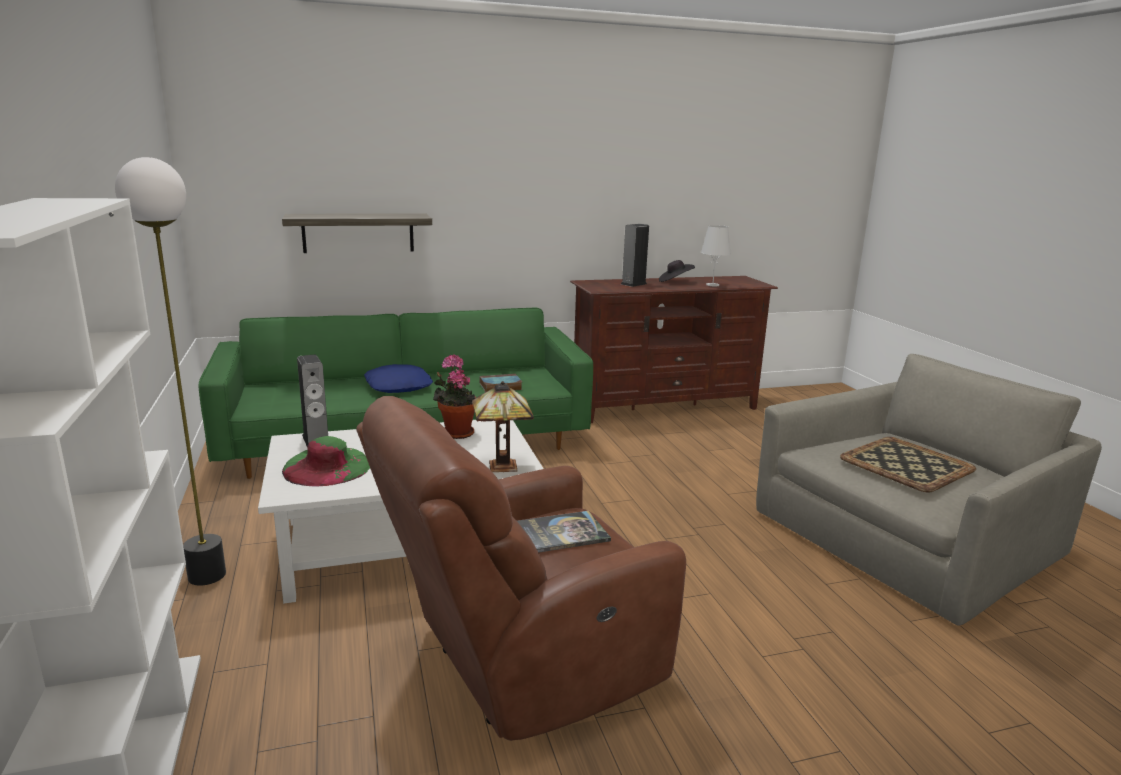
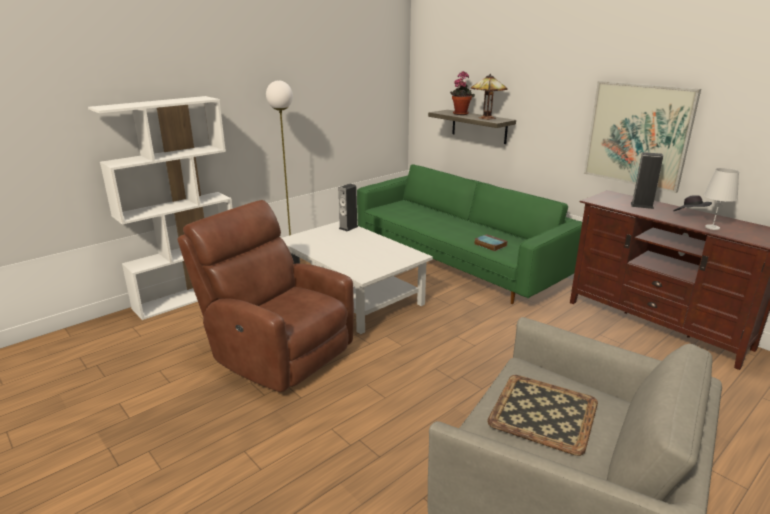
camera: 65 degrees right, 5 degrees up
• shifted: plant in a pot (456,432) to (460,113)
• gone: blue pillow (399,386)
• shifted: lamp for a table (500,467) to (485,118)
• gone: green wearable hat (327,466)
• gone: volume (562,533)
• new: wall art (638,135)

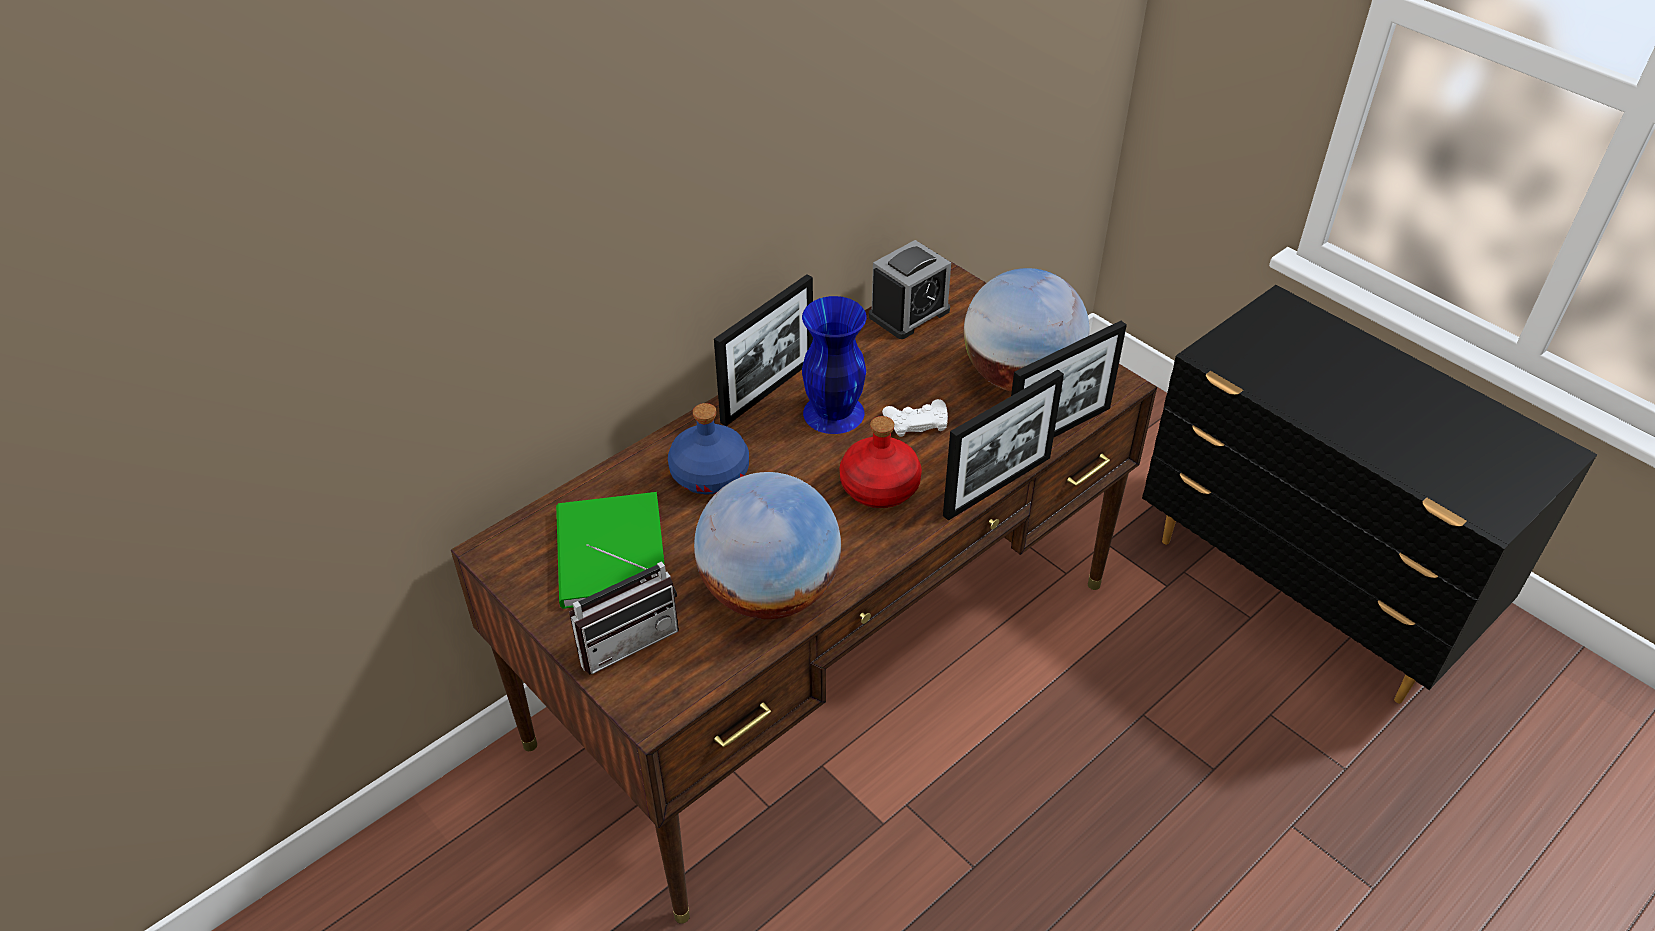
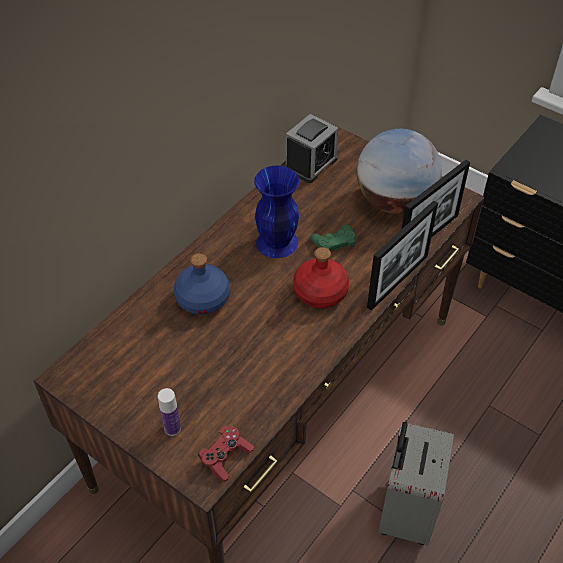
camera: 10 degrees left, 5 degrees up
• gone: photo frame (768,391)
• repainted: white gamepad (916,422) to green gamepad (334,242)
• gone: world globe (769,592)
• gone: green volume (607,556)
• swapped: radio receiver (625,637) to beverage bottle (172,428)
• new: grey suitcase (405,511)
• new: red-coloured gamepad (225,457)

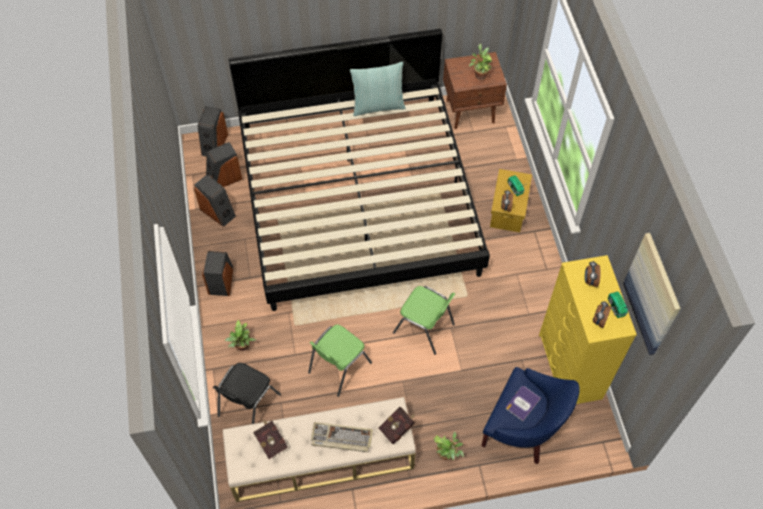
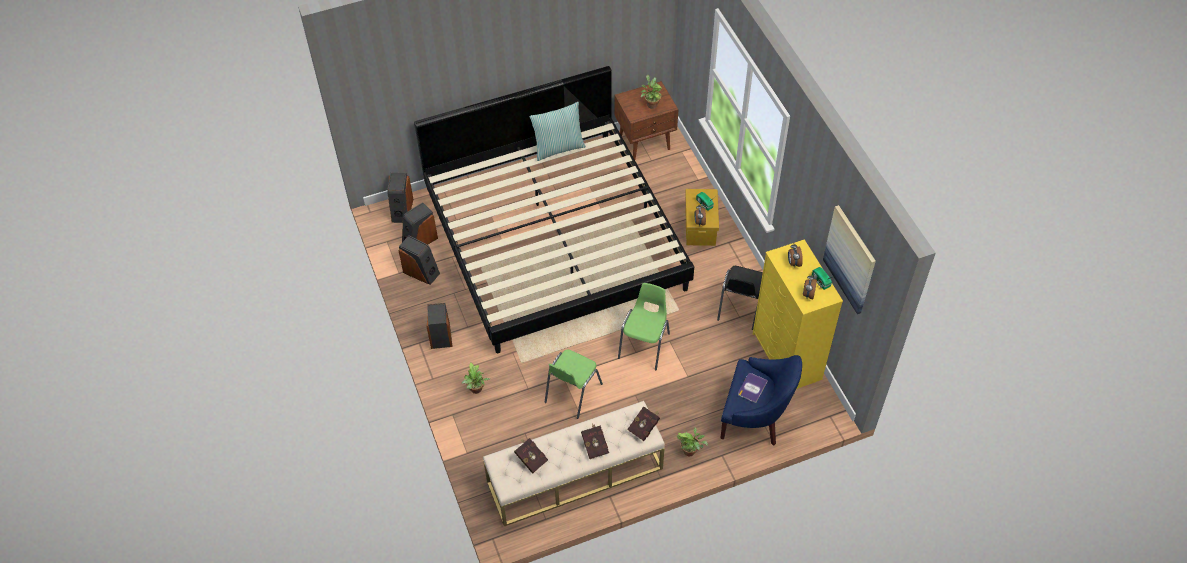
camera: 10 degrees left, 5 degrees down
• rotated: green plain chair (424,329) = (645,345) 90 degrees counterclockwise
• shifted: black plain chair (248,405) to (740,308)
• swapped: keyboard (341,438) to red-coloured volume (595,445)

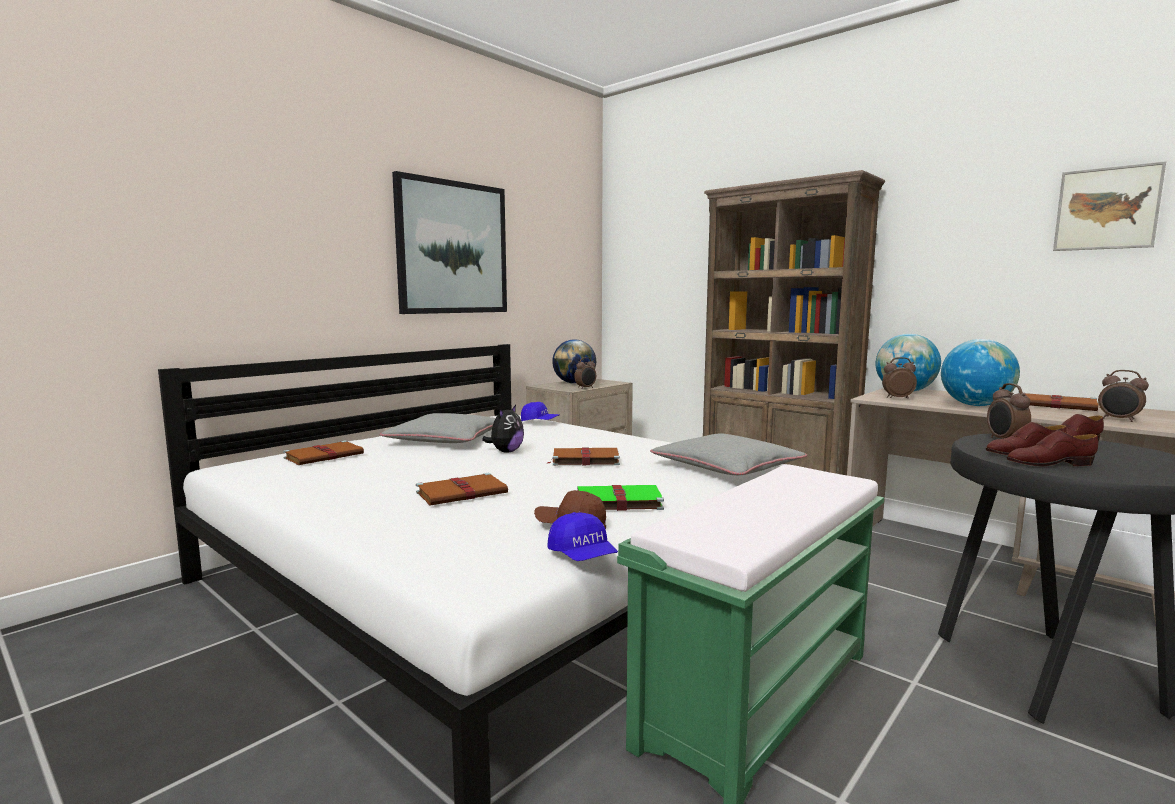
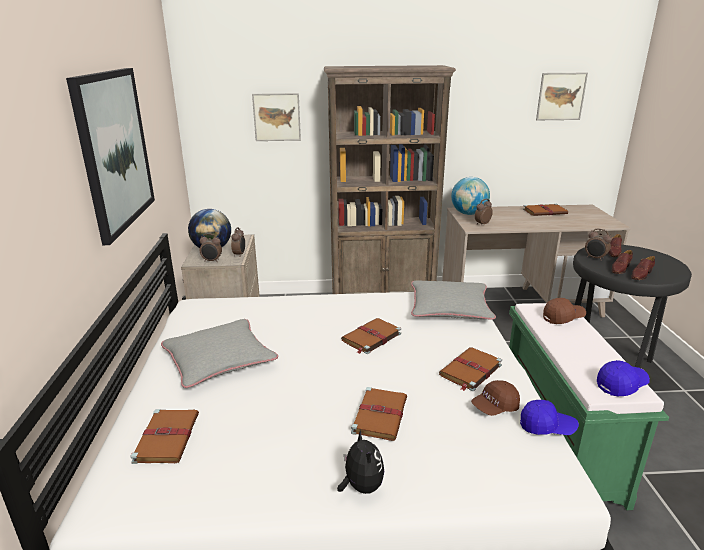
camera: 45 degrees left, 15 degrees up
• gone: world globe (975,405)
• shifted: alarm clock (1119,419) to (212,261)
• shifted: blue cap (539,422) to (621,385)
• shifted: cuddly toy (506,451) to (361,486)
• repainted: green volume (617,501) to brown volume (470,371)
• new: wall art (277,117)
• new: brown cap (563,318)

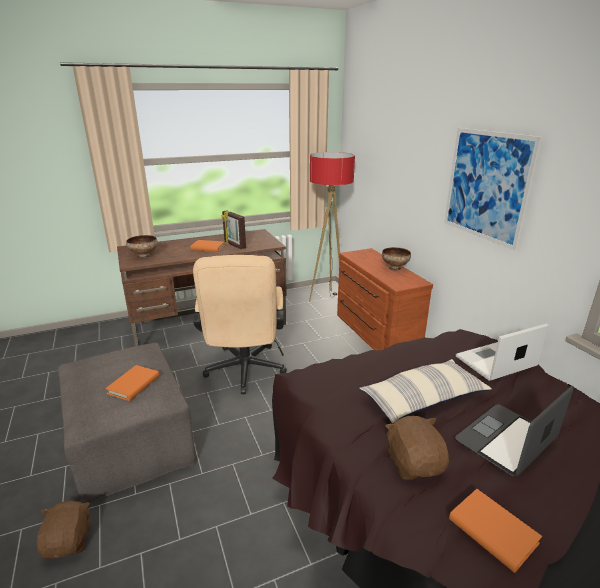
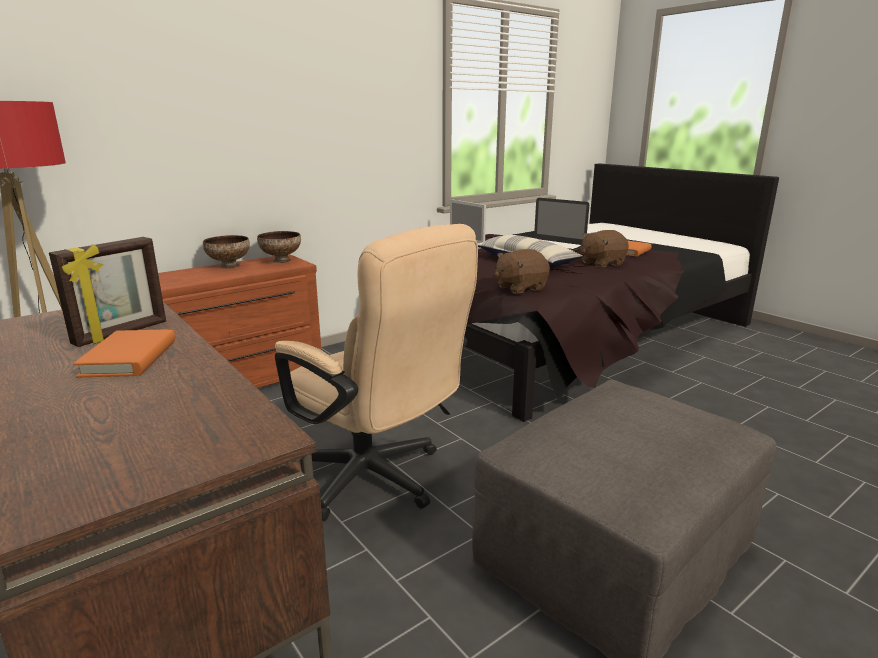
camera: 105 degrees left, 5 degrees down
• gone: wall art (486,186)
• shifted: deep dish (144,256) to (281,260)
• rotated: beige office chair (244,372) = (376,480) 60 degrees clockwise
• gone: orange volume (134,385)
• shifted: brown cuddly toy (69,541) to (520,288)

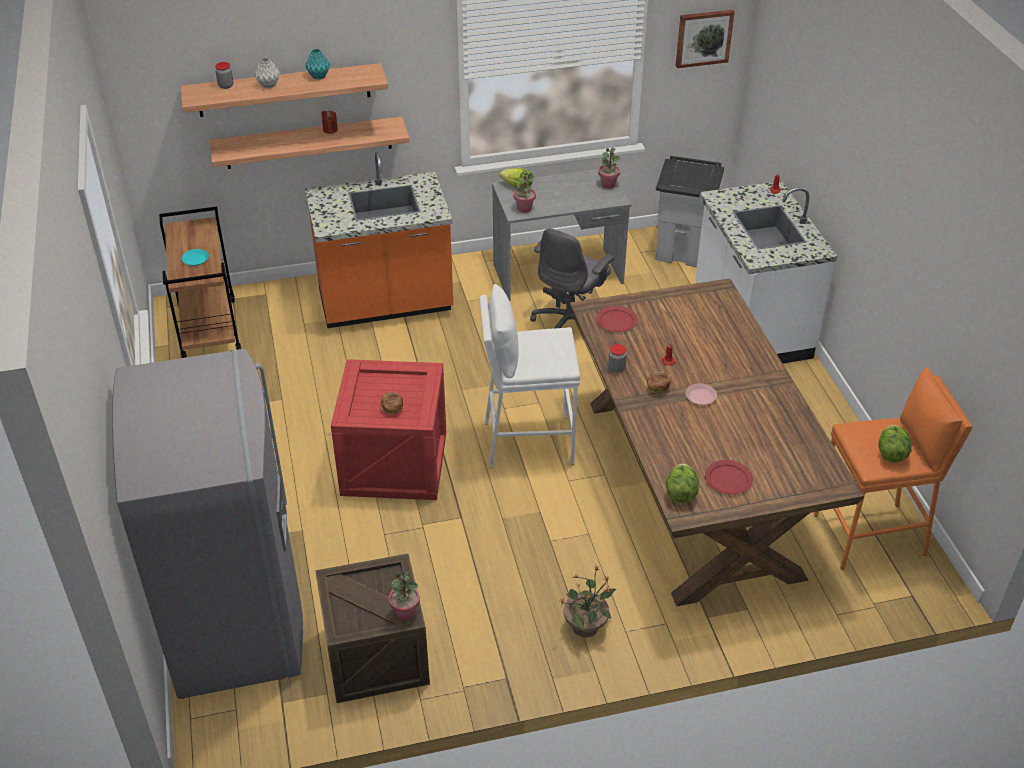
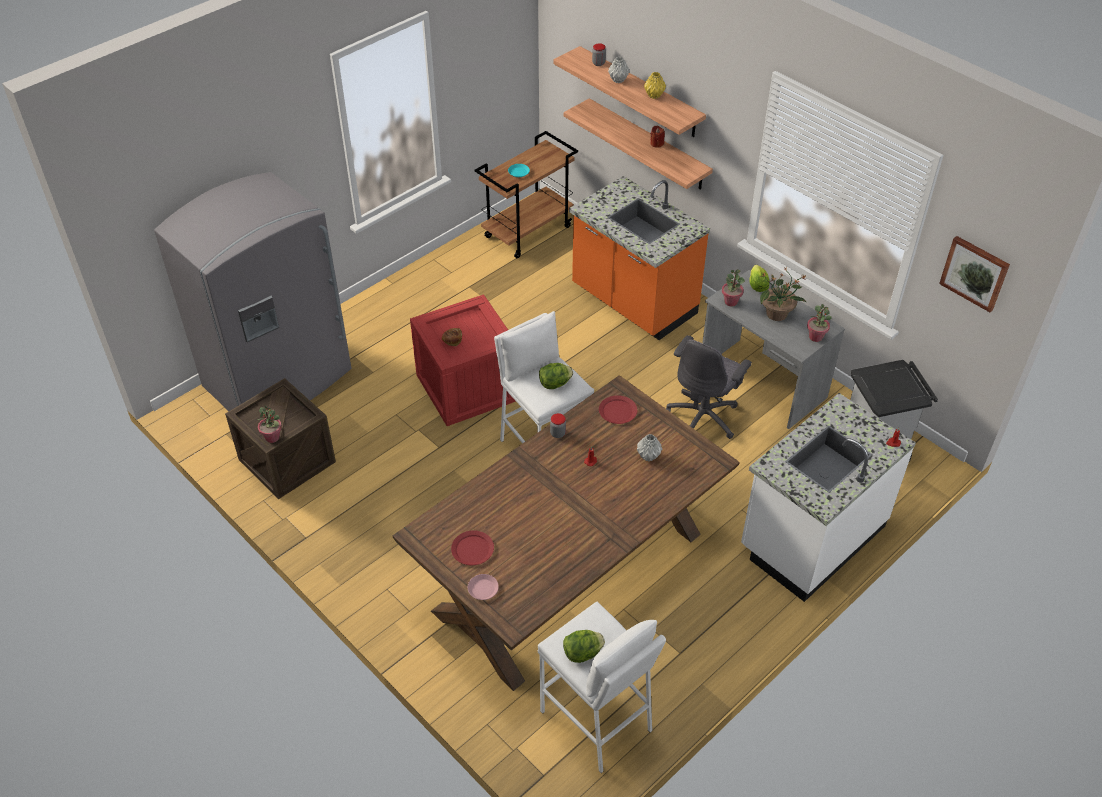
camera: 60 degrees right, 5 degrees up
• repainted: turquoise-coloured flower vase (318,77) to yellowish flower vase (653,96)
• rotated: grey office chair (570,324) = (703,417) 60 degrees counterclockwise
• repainted: orange stool (870,536) to white stool (596,721)
• gone: bakery bread (657,388)
• shifted: pink-coloured plate (700,397) to (483,589)
• shifted: lettuce head (680,493) to (555,384)
• shifted: plant in a pot (586,626) to (777,314)
• new: grey flower vase (648,457)

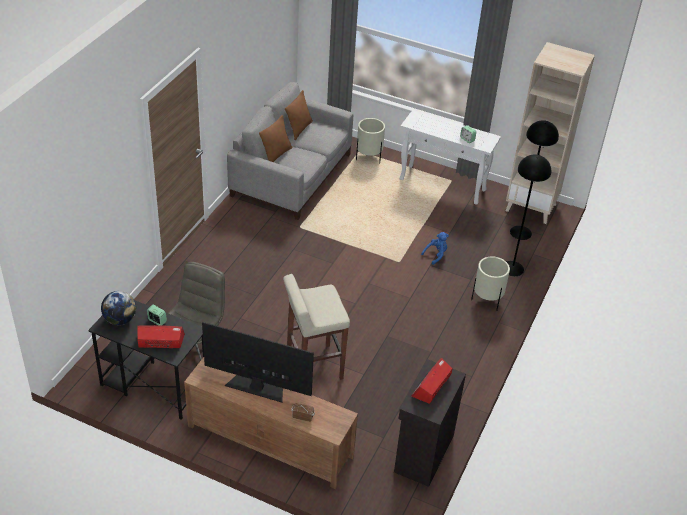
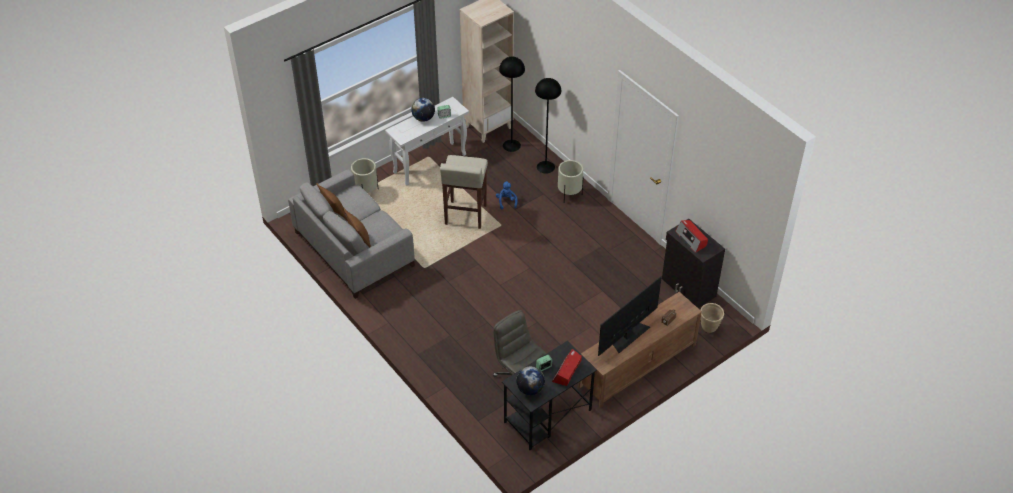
camera: 60 degrees left, 5 degrees up
• shifted: beige stool (313,366) to (465,215)
• new: world globe (423,118)
• new: beige plant pot (709,328)

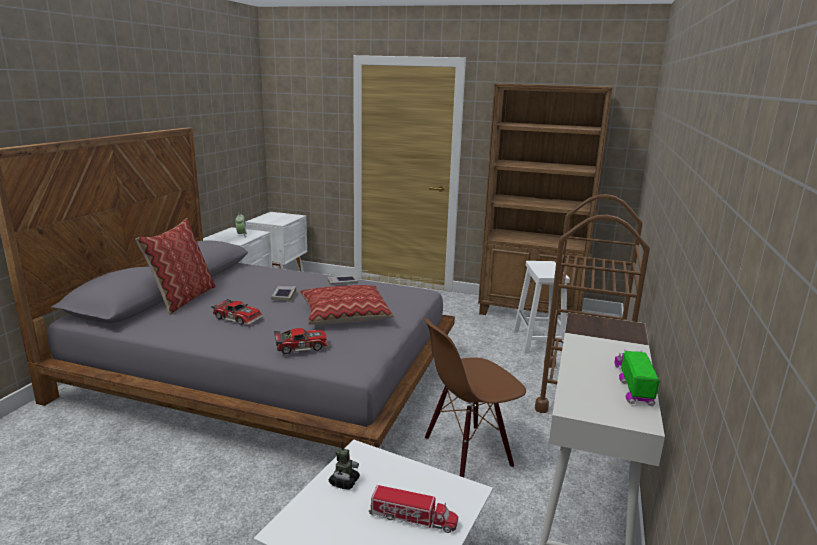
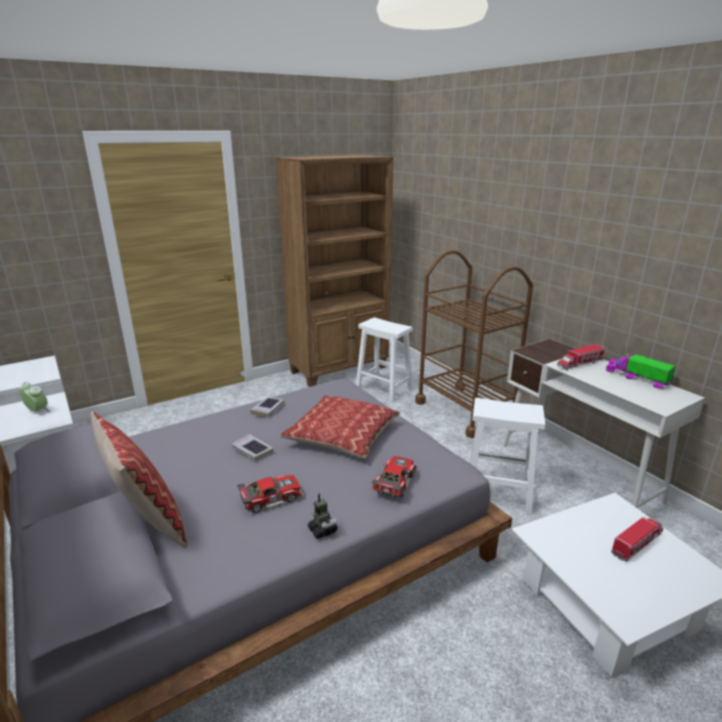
camera: 50 degrees left, 5 degrees up
• swapped: brown plain chair (467,453) to white stool (496,492)
• shifted: model robot (344,482) to (322,530)
• new: toy truck (579,364)

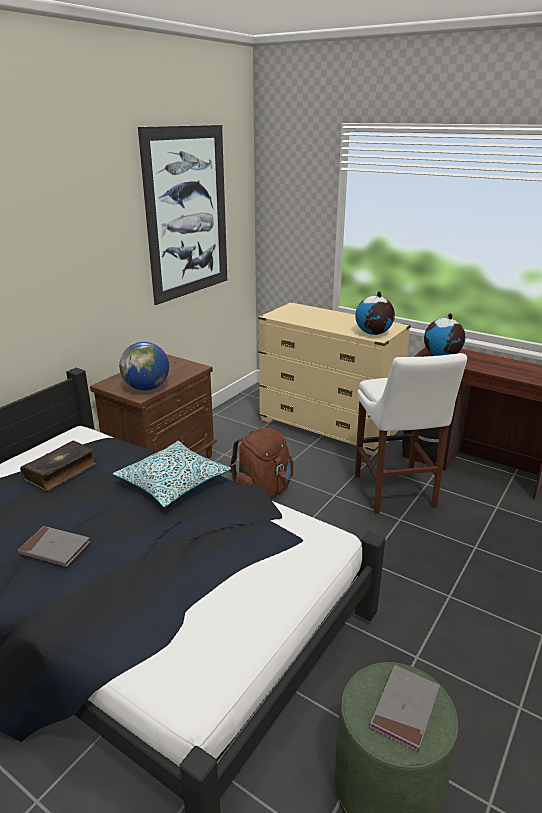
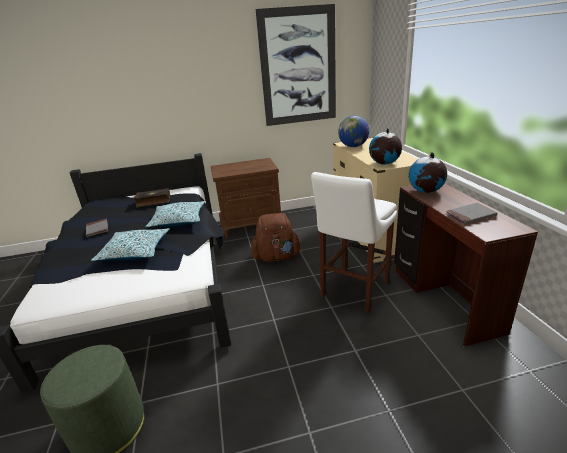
camera: 45 degrees right, 0 degrees up
• shifted: world globe (147,388) to (353,146)
• shifted: grey volume (405,709) to (470,216)
• new: pillow (135,252)

